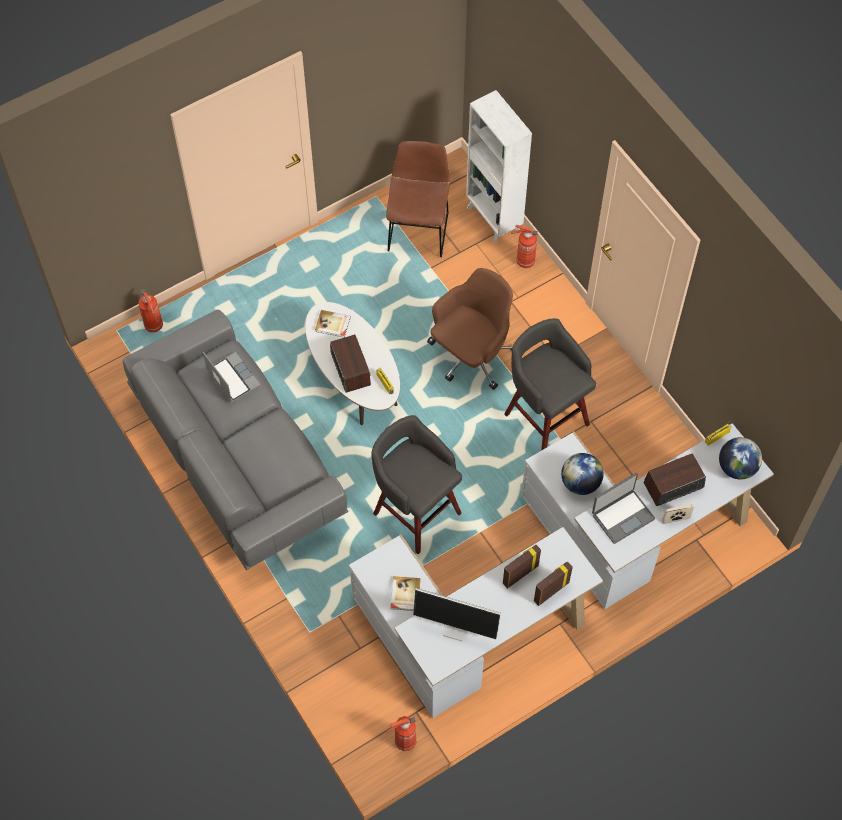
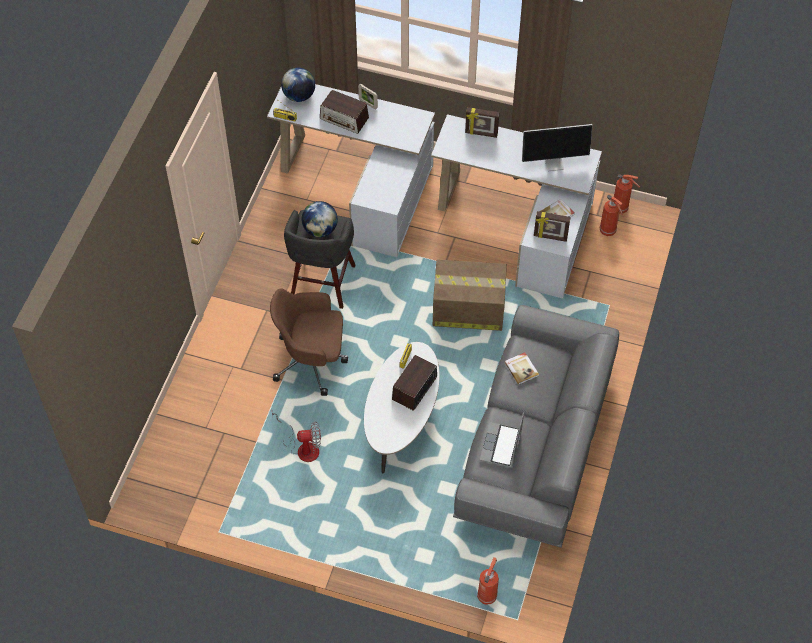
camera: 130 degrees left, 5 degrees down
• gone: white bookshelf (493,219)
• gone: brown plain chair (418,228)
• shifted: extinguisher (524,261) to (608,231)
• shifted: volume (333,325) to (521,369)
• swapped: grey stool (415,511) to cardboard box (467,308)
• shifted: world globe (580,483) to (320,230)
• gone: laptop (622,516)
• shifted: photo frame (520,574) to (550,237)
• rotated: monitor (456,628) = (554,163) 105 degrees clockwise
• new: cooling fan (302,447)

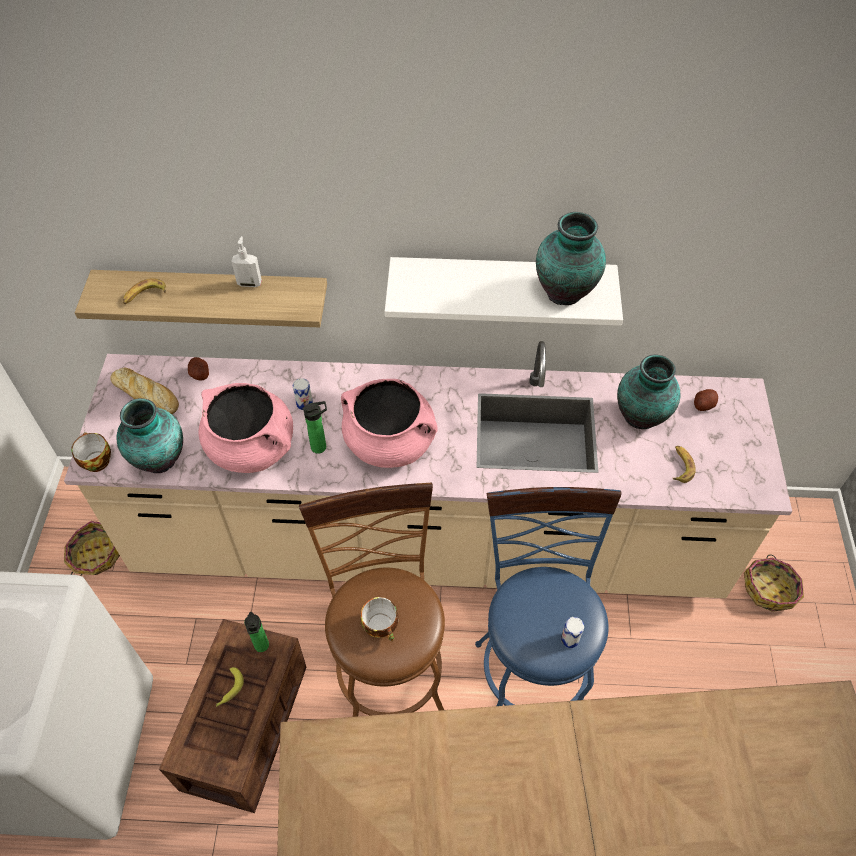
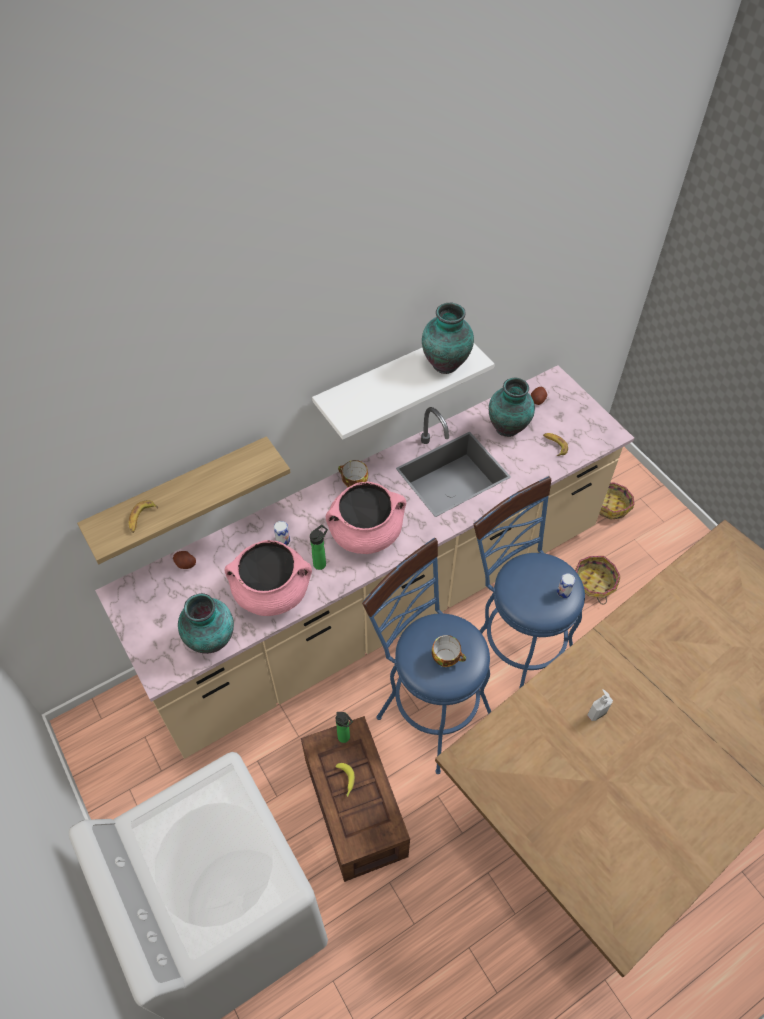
camera: 35 degrees left, 0 degrees up
• shifted: soap bottle (249,283) to (596,713)
• gone: bakery bread (147,395)
• shifted: small cup (95,461) to (353,483)
• repainted: brown stool (389,678) to blue stool (427,710)
• shifted: household basket (96,555) to (594,583)

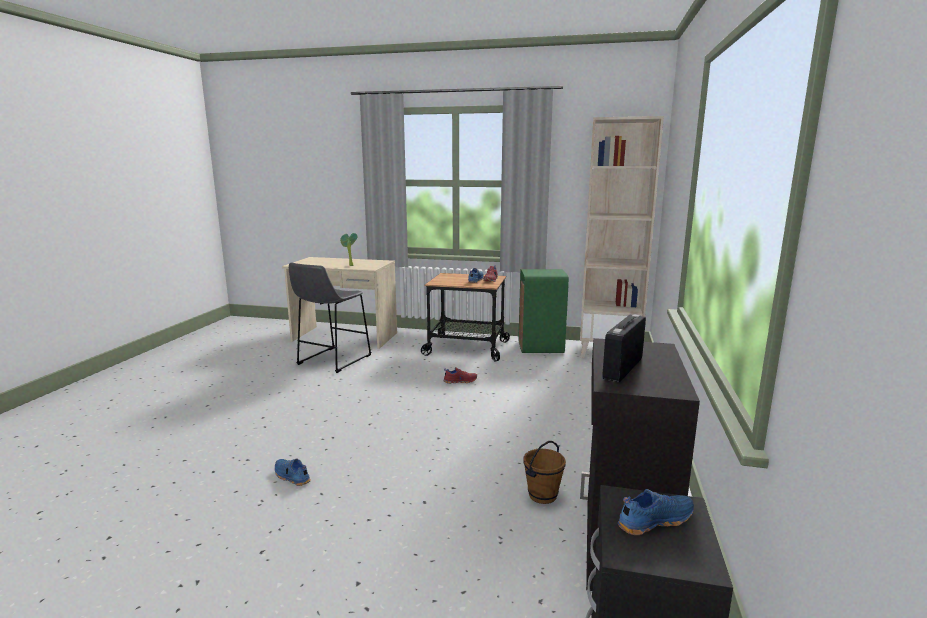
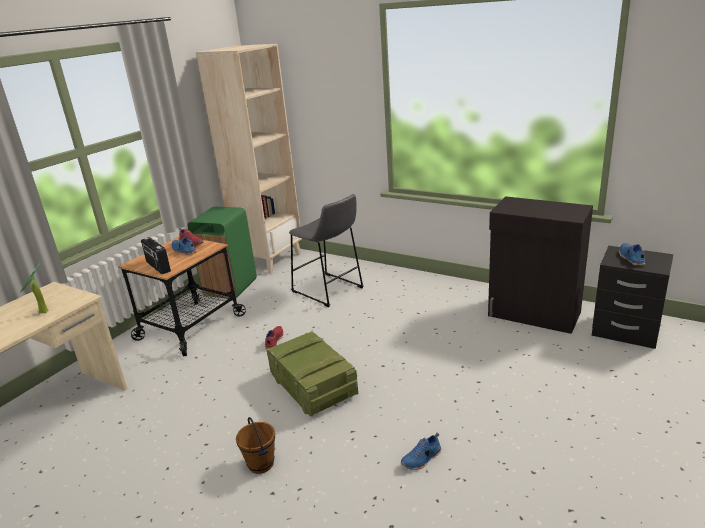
camera: 70 degrees left, 10 degrees up
• shifted: grey stool (331,361) to (329,291)
• shifted: radio receiver (622,368) to (158,267)
• shifted: brown bucket (543,496) to (261,464)
• new: packing crate (314,387)

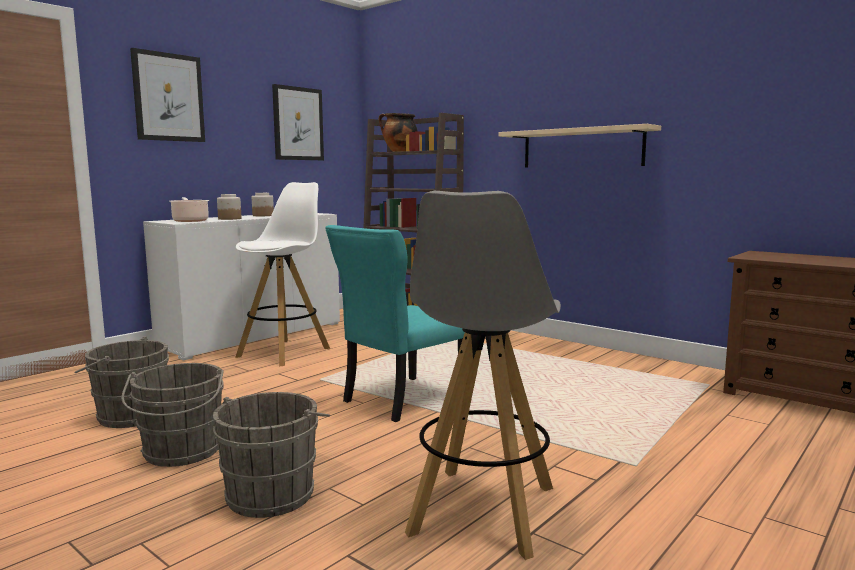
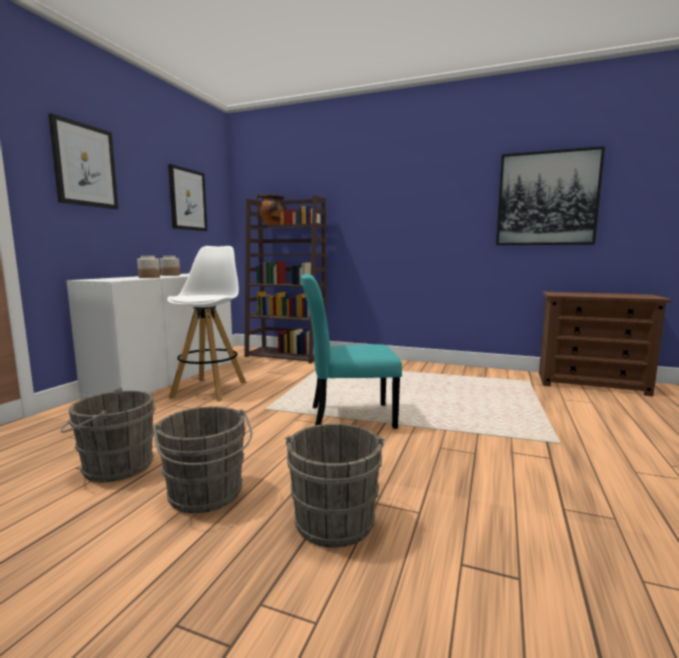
camera: 20 degrees left, 0 degrees up
• gone: beige bracket shelf (581,148)
• gone: grey stool (482,511)
• gone: saucepot (190,220)
• rotated: turquoise-coloured plain chair (400,400) = (347,417) 60 degrees clockwise
• new: wall art (547,199)

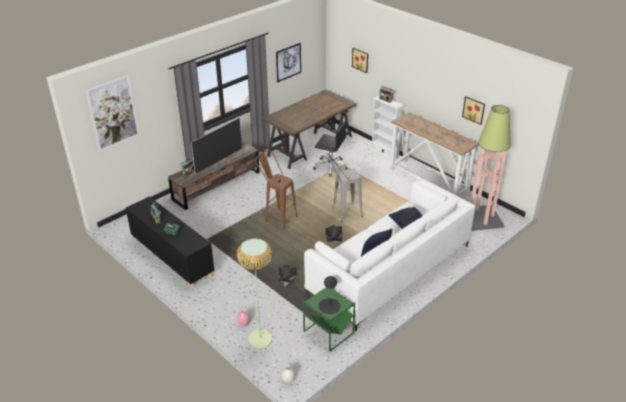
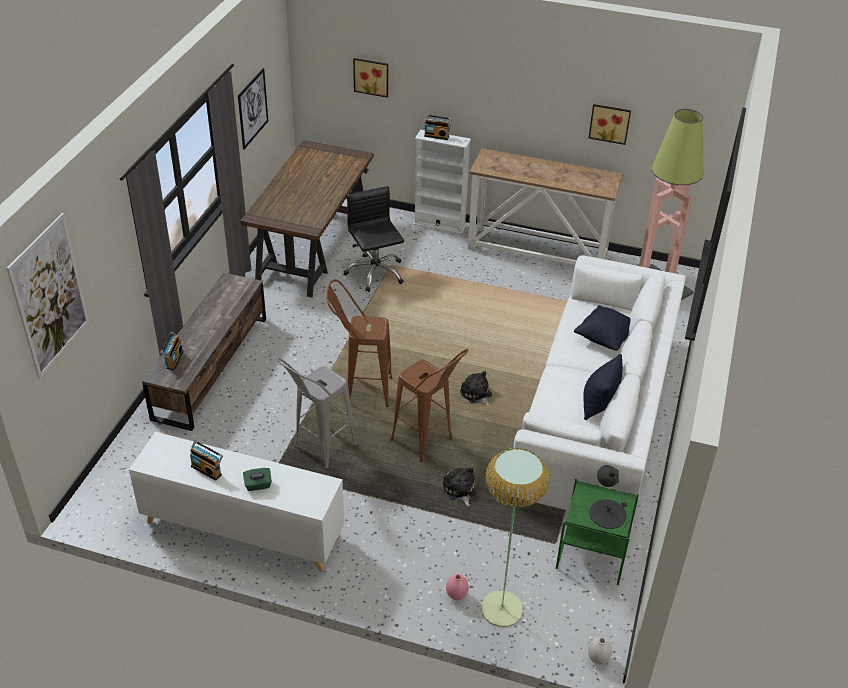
camera: 30 degrees left, 5 degrees up
• gone: TV (218,161)
• rotated: black office chair (331,166) = (375,273) 105 degrees counterclockwise
• shifted: grey stool (342,214) to (319,452)
• repainted: black storage cabinet (172,258) to white storage cabinet (242,529)
• new: brown stool (428,444)

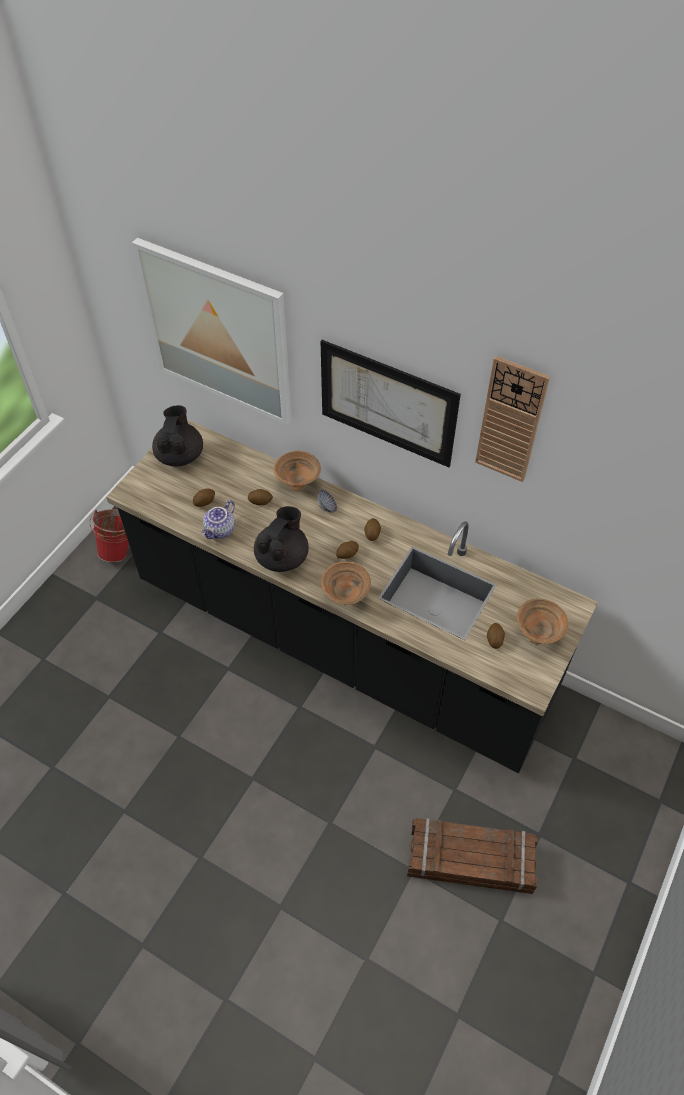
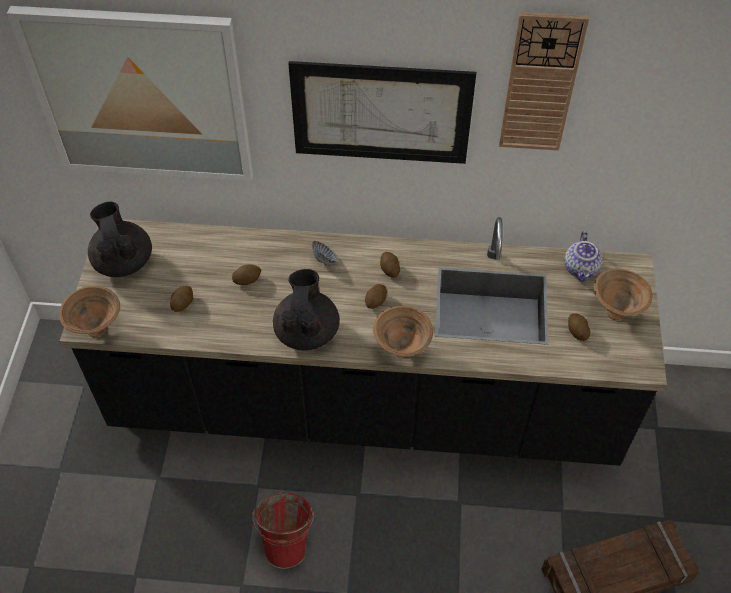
camera: 25 degrees left, 0 degrees up
• shifted: brown deep dish (298,485) to (98,329)
• shifted: tea pot (220,530) to (581,269)
• shifted: red-coloured bucket (120,549) to (287,541)

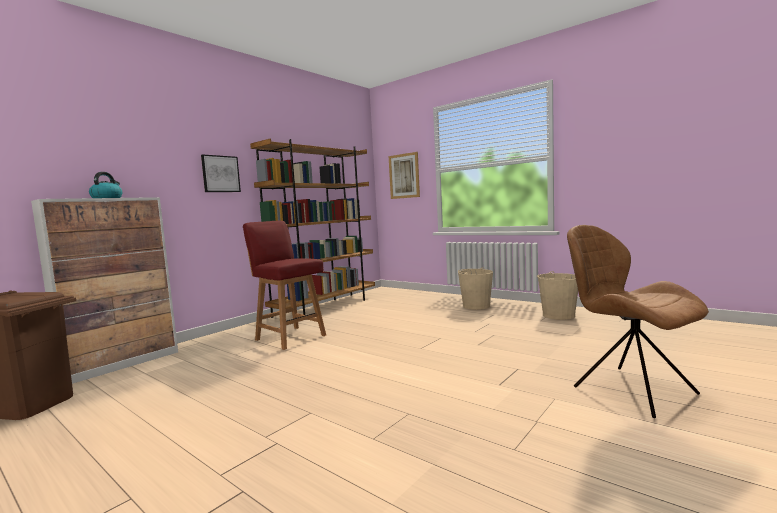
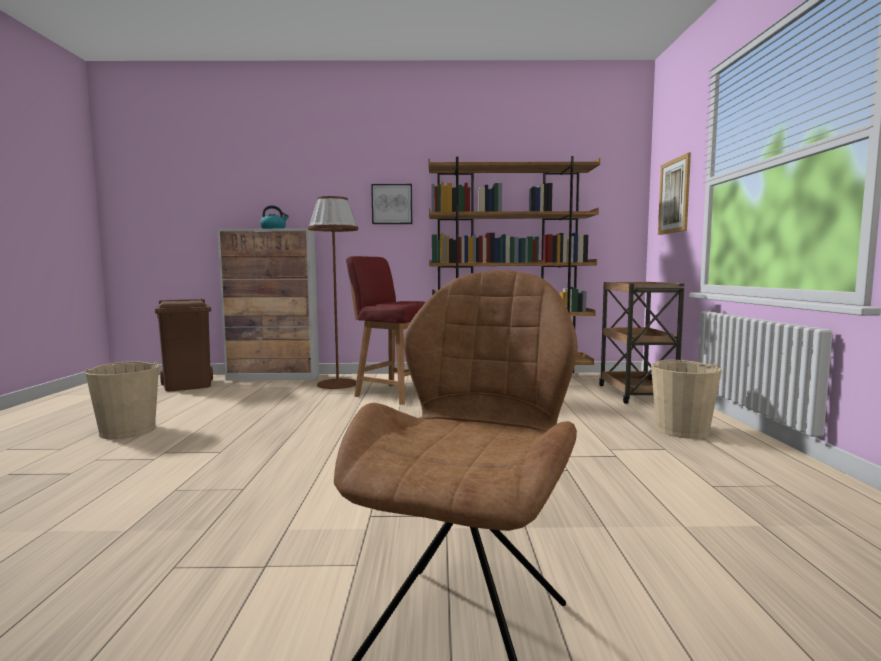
camera: 50 degrees right, 0 degrees up
• rotated: red-coloured plain chair (289,337) = (394,394) 60 degrees counterclockwise
• shifted: beige bucket (558,315) to (127,431)
• new: brown floor lamp (337,384)
• new: brown wheeled cart (636,394)

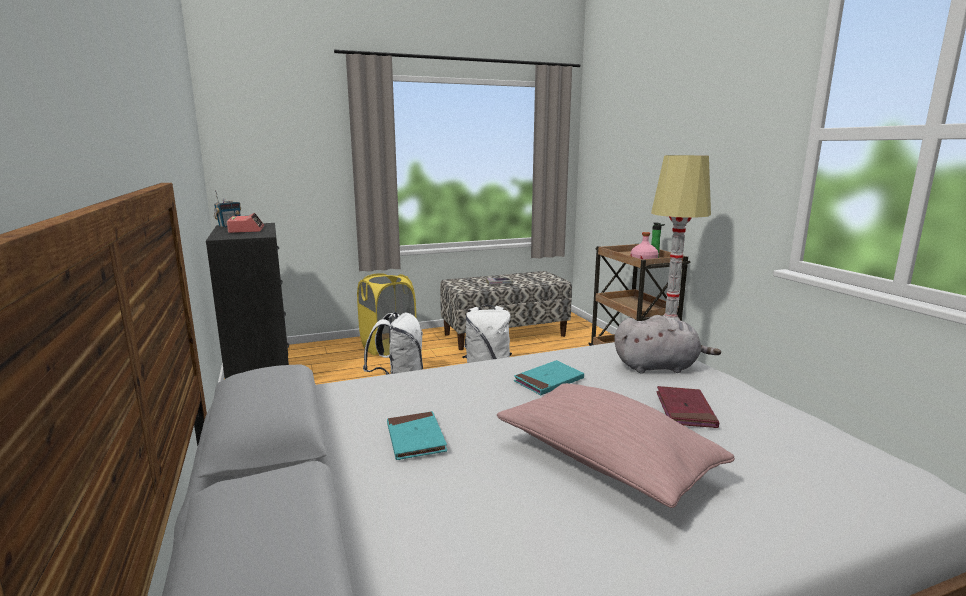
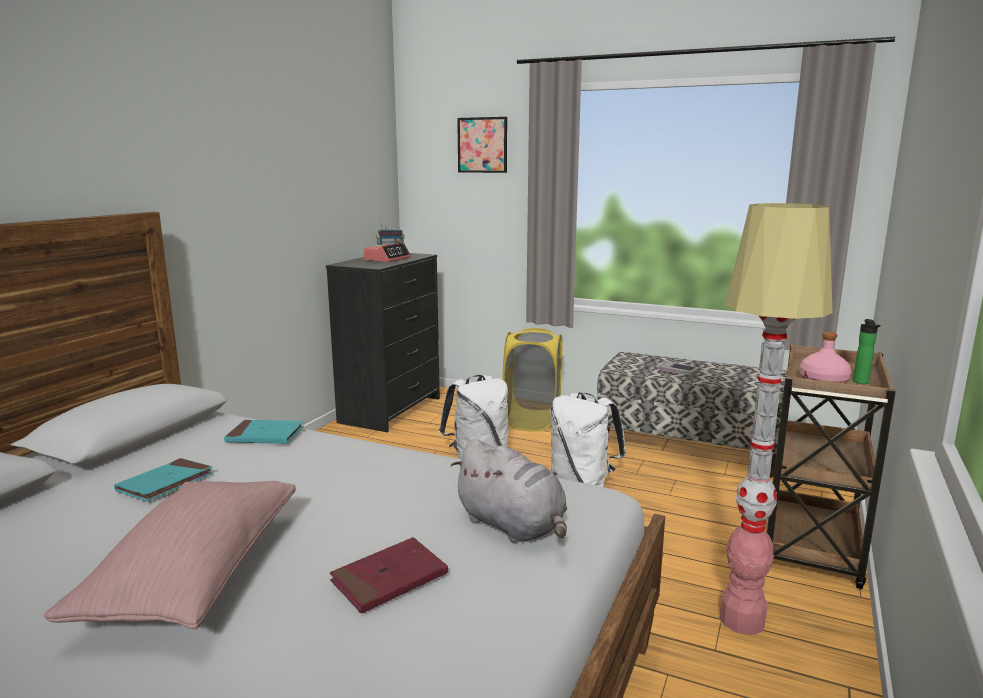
camera: 45 degrees right, 0 degrees up
• shifted: turquoise-coloured volume (549,381) to (265,436)
• new: wall art (482,145)

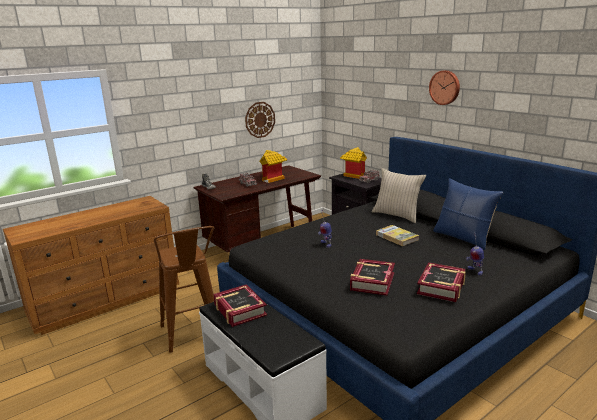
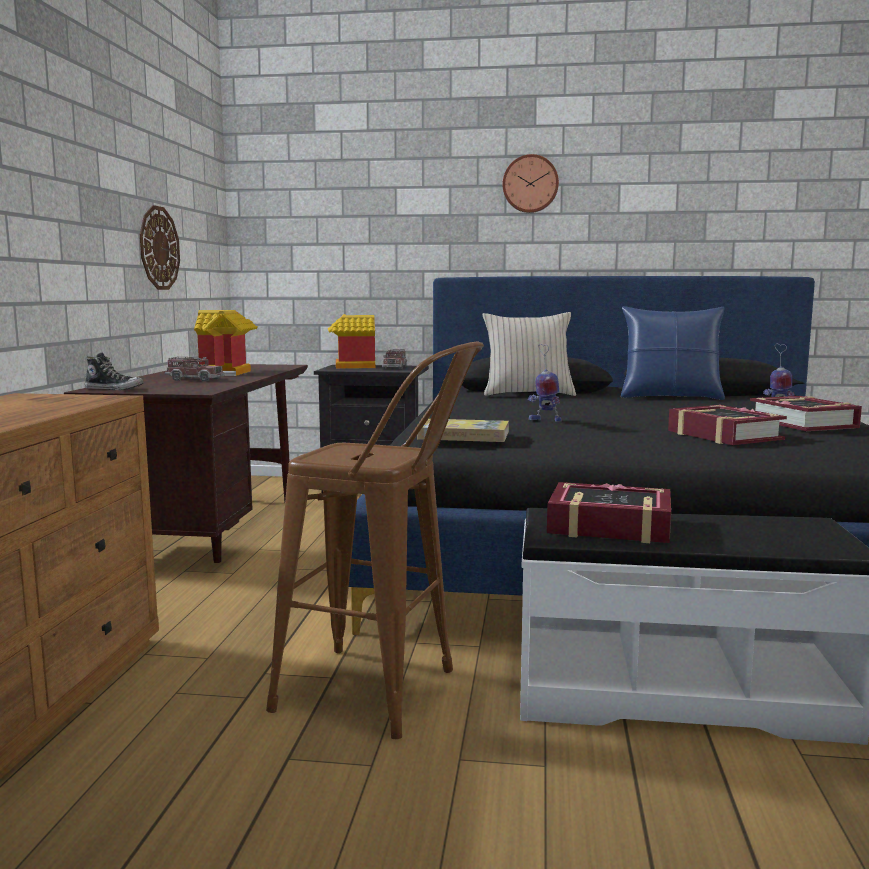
camera: 45 degrees left, 10 degrees down
• shifted: volume (397,237) to (464,435)

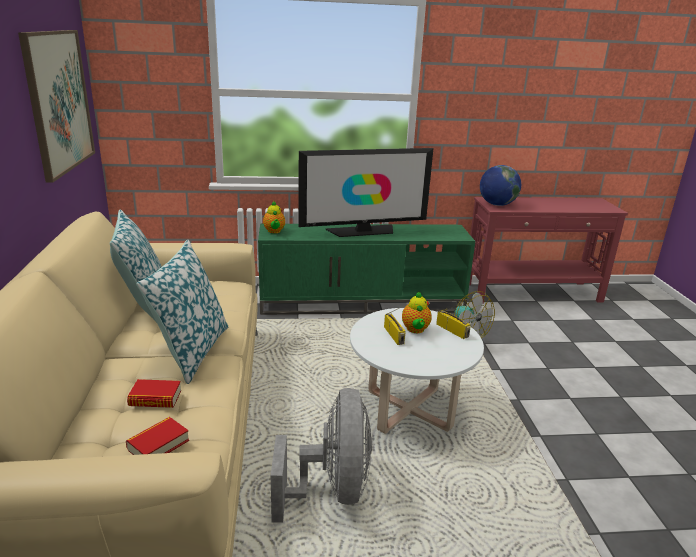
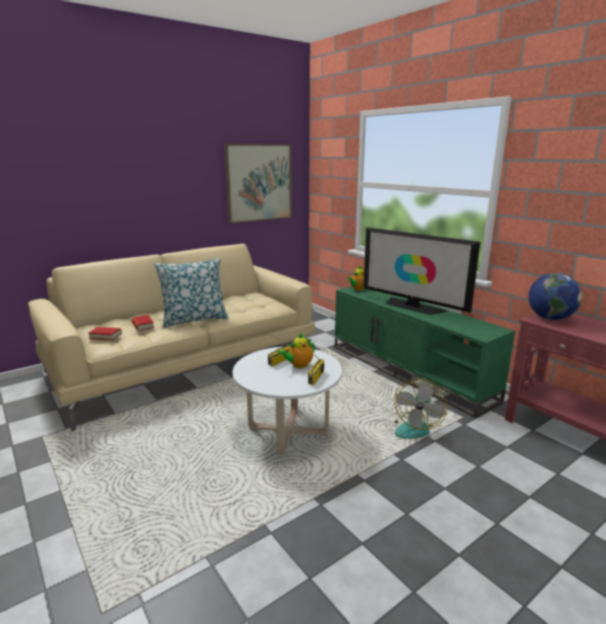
camera: 60 degrees right, 5 degrees down
• gone: pillow (144,304)
• gone: grey cooling fan (331,490)

